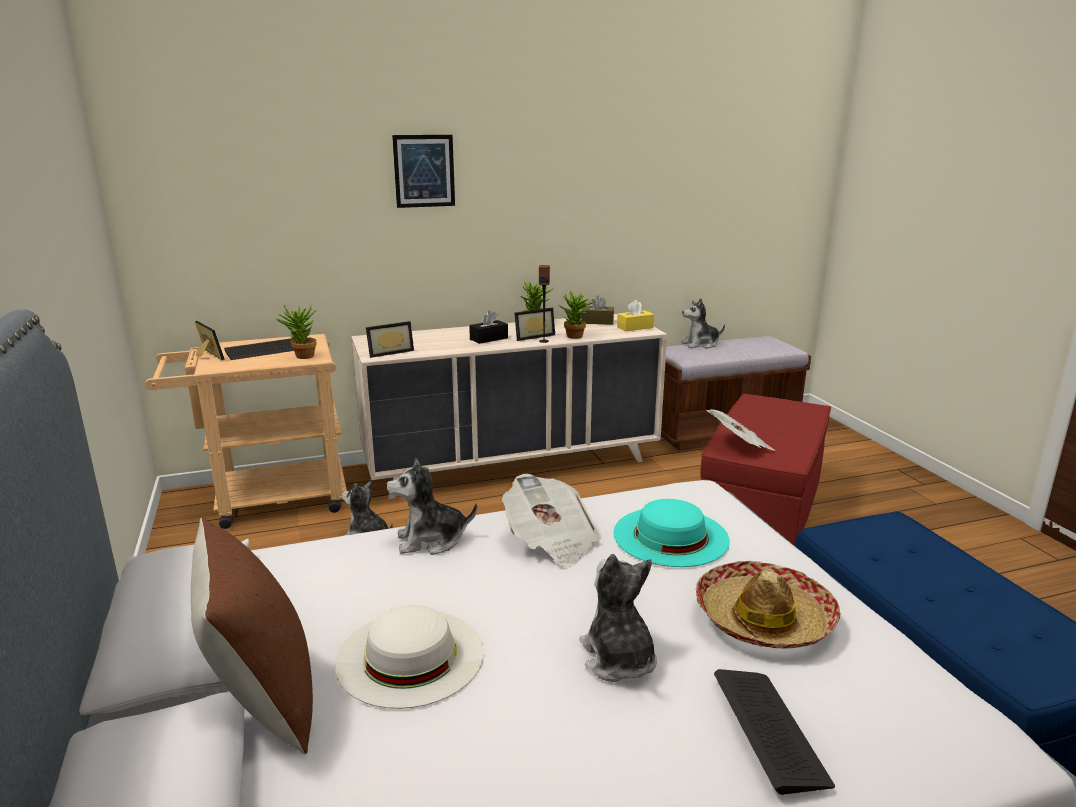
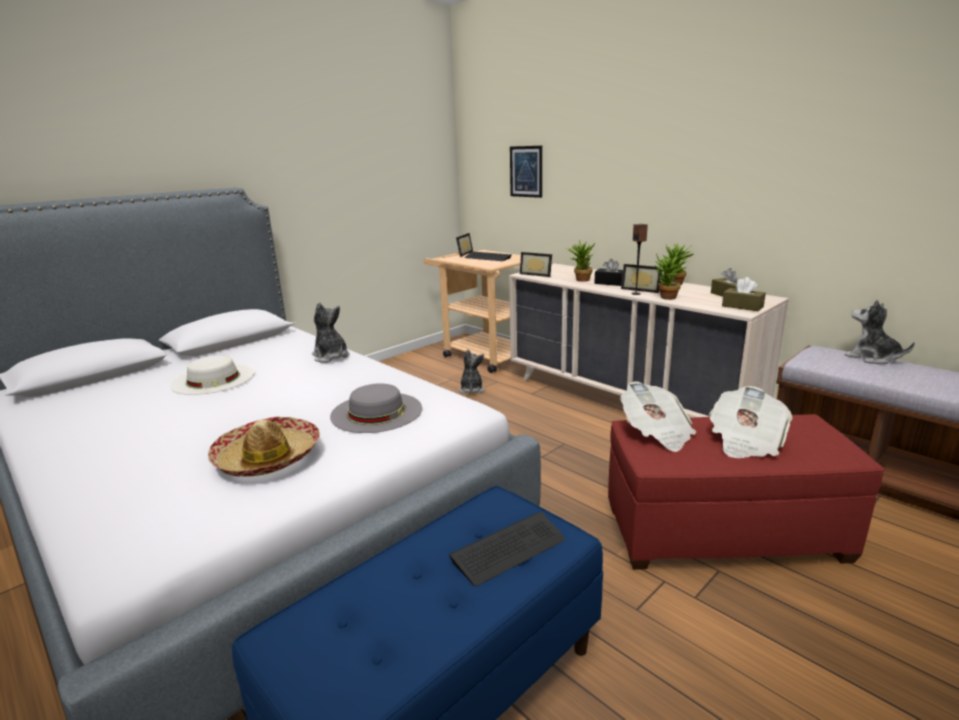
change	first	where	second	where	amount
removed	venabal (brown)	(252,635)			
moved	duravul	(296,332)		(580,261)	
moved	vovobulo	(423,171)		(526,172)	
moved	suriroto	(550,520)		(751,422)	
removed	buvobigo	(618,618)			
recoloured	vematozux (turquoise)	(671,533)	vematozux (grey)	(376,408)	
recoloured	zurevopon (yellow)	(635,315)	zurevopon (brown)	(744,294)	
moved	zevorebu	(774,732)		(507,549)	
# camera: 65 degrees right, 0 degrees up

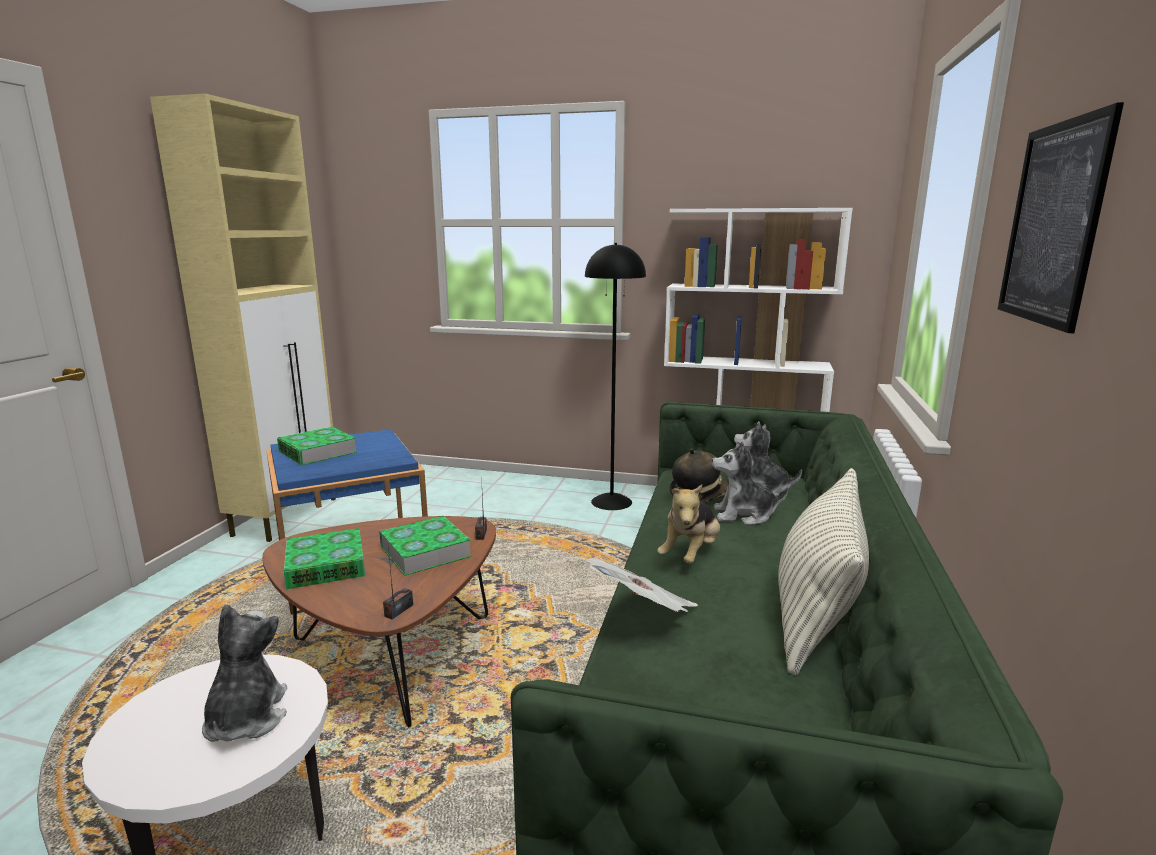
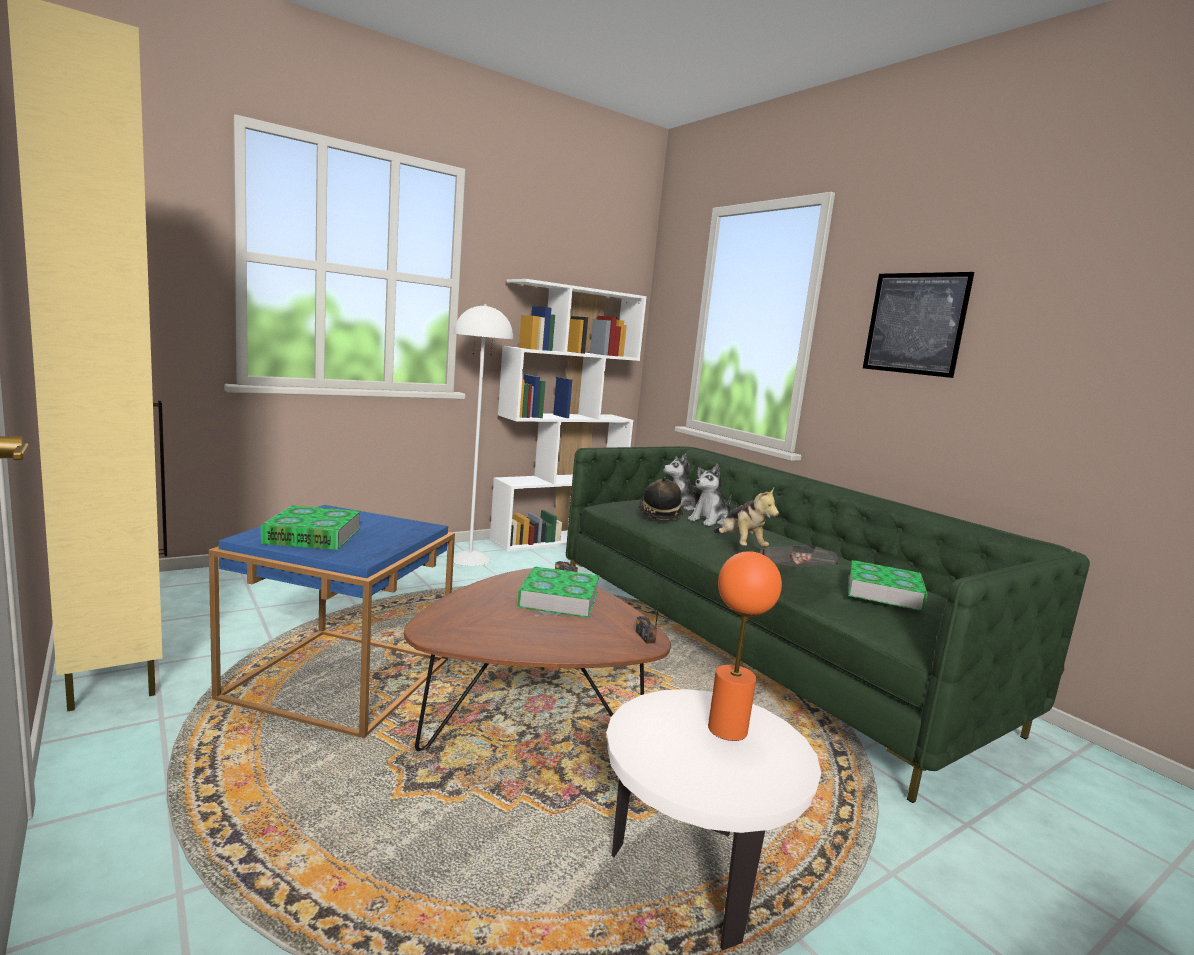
change	first	where	second	where	amount
replaced	buvobigo	(244,673)	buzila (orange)	(745,646)	
moved	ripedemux	(324,558)		(888,585)	
recoloured	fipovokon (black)	(615,376)	fipovokon (white)	(483,435)	
removed	venabal	(823,571)			
# camera: 50 degrees left, 5 degrees down

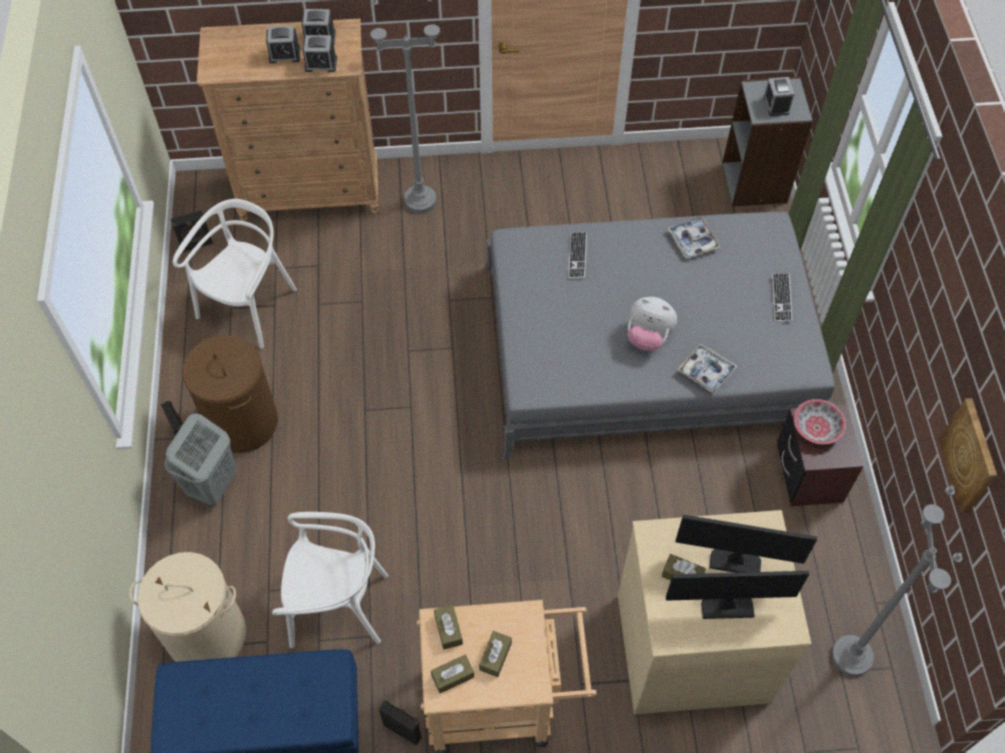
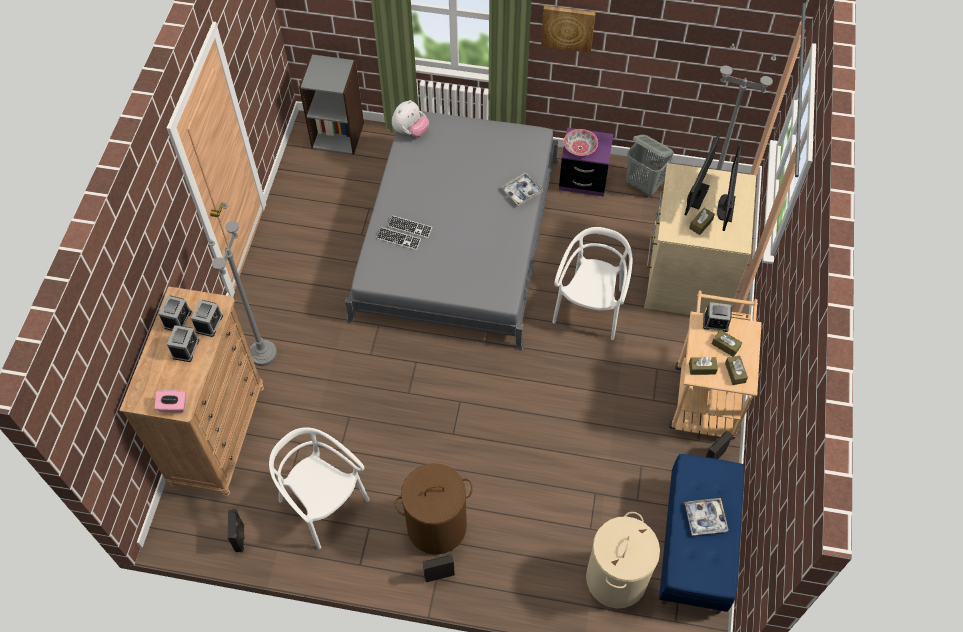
change	first	where	second	where	amount
moved	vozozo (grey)	(200,460)		(650,165)	
moved	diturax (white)	(330,580)		(592,283)	
moved	buvobigo	(652,324)		(410,118)	
moved	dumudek	(694,237)		(706,517)	
moved	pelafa	(778,96)		(717,317)	
moved	zevorebu	(782,297)		(410,226)	
recoloured	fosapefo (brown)	(820,455)	fosapefo (purple)	(586,162)	
moved	vovobulo	(968,455)		(568,29)	
added			zurevopon (pink)	(170,401)	
# camera: 75 degrees left, 0 degrees up

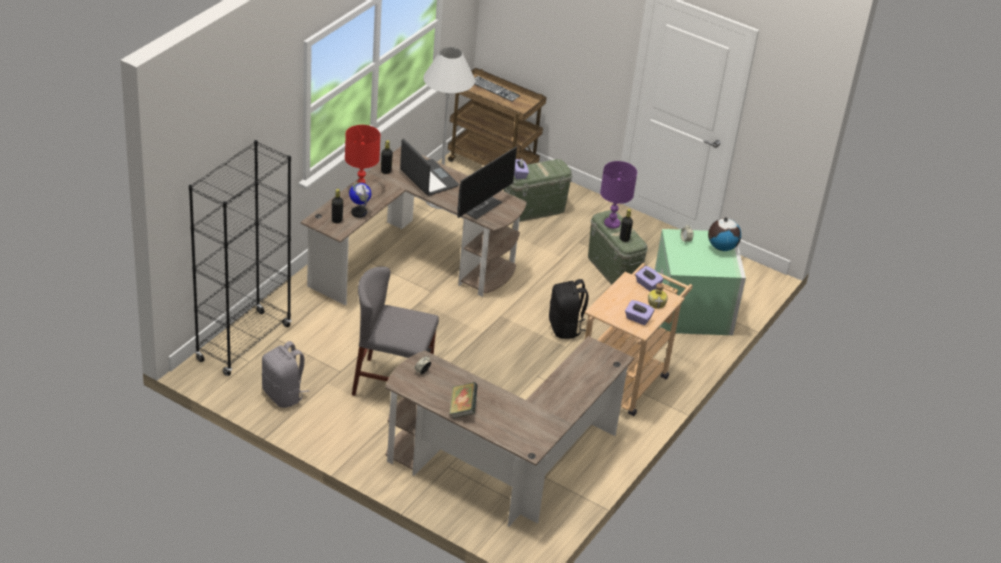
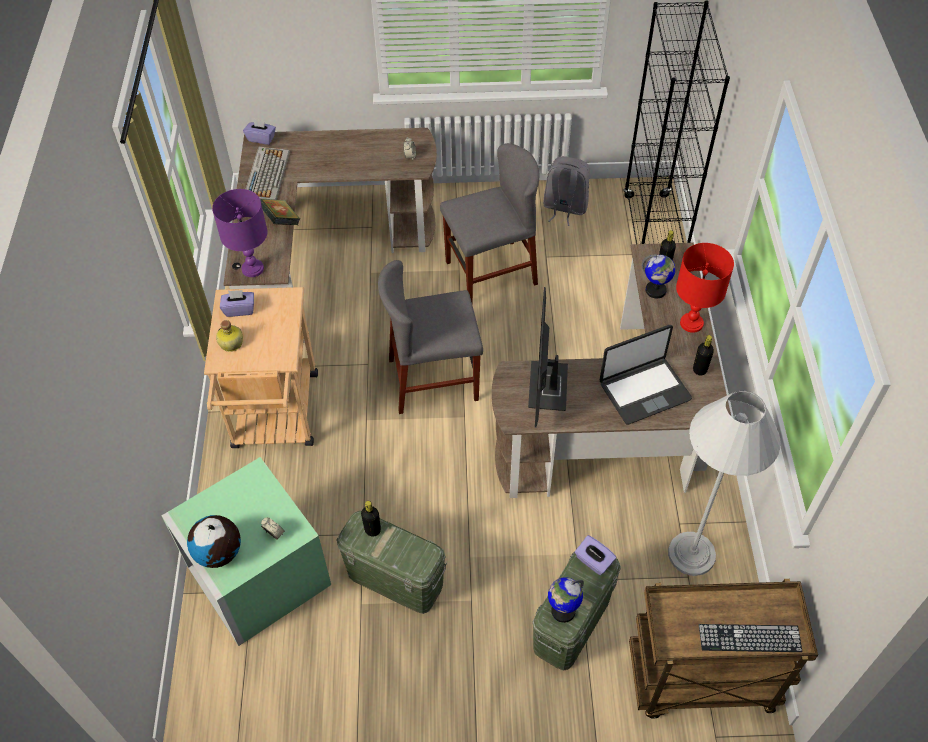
change	first	where	second	where	amount
turned	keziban	(429,167)		(646,375)	45 degrees counterclockwise
moved	ripedemux	(464,400)		(280,212)	
removed	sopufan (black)	(569,309)			
moved	buzila (purple)	(618,195)		(240,233)	
moved	zurevopon (purple)	(649,278)		(259,132)	
added			zevorebu	(268,173)	
added			diturax (grey)	(430,337)	
added			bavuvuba	(566,600)	
# camera: 150 degrees right, 15 degrees up

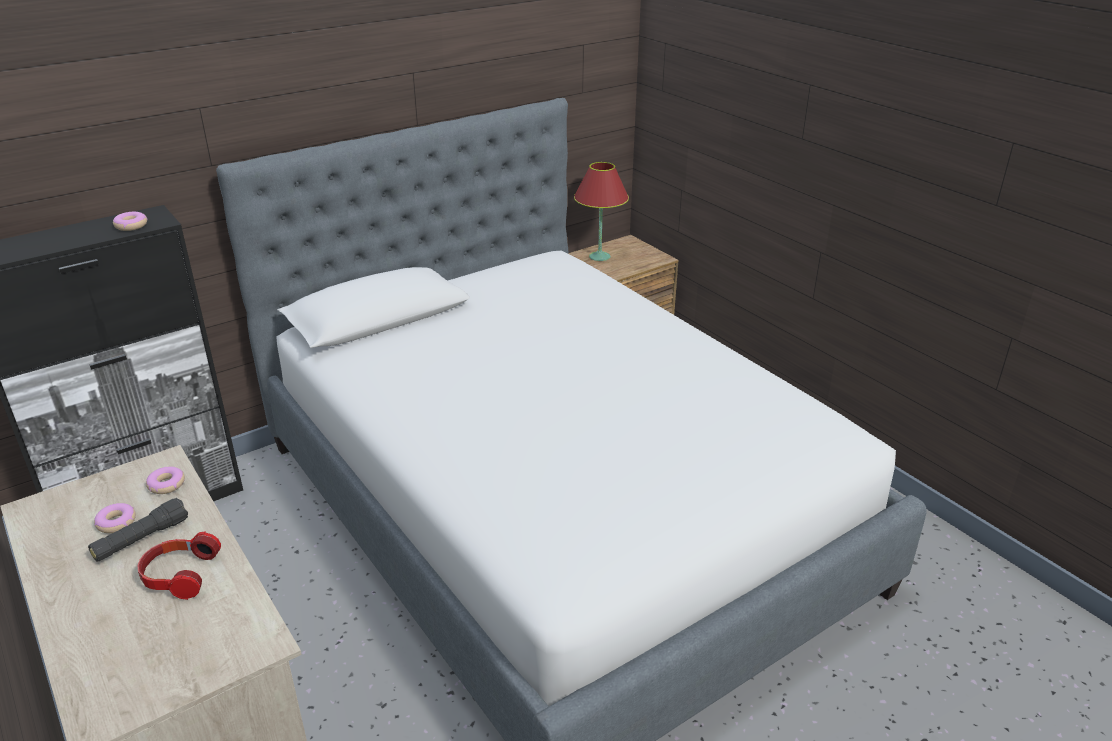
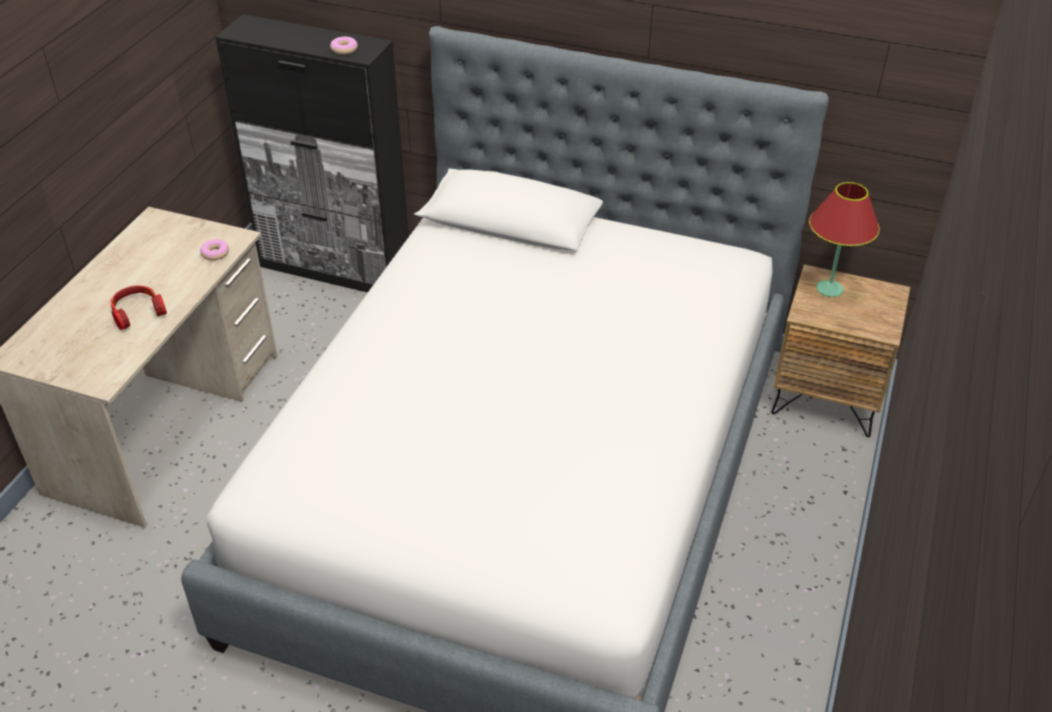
change	first	where	second	where	amount
removed	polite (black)	(138,530)			
removed	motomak	(115,518)			
# camera: 55 degrees right, 10 degrees up

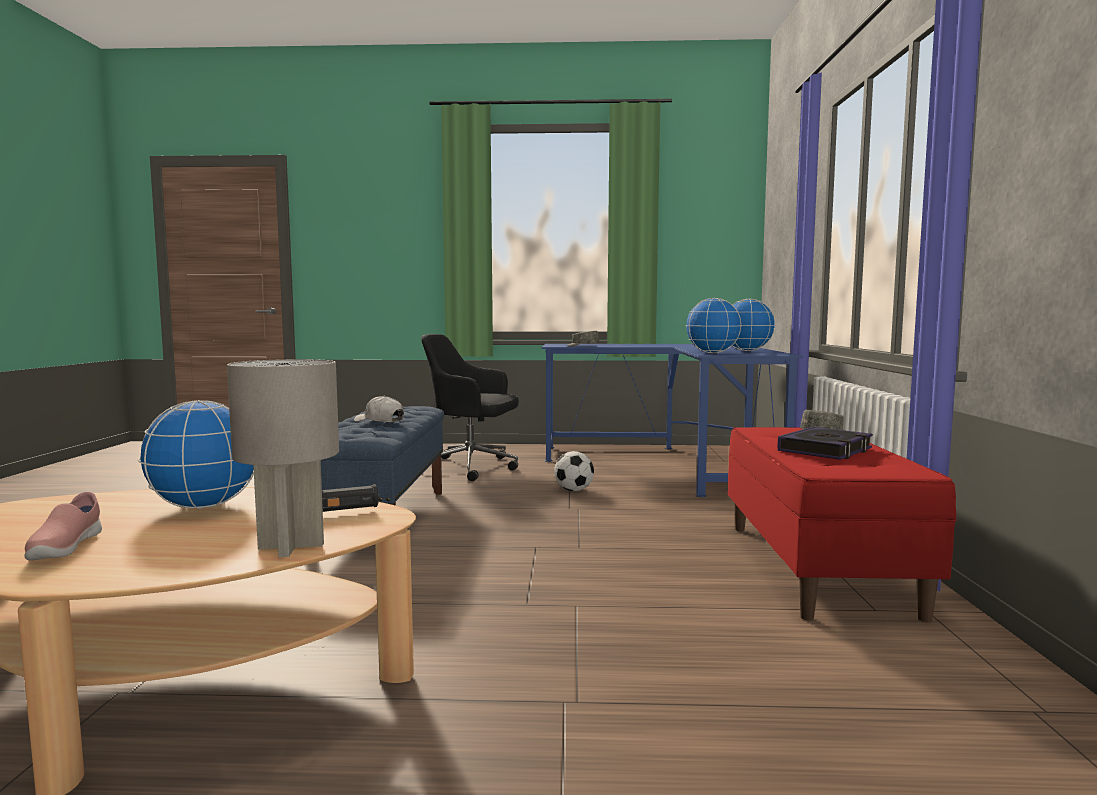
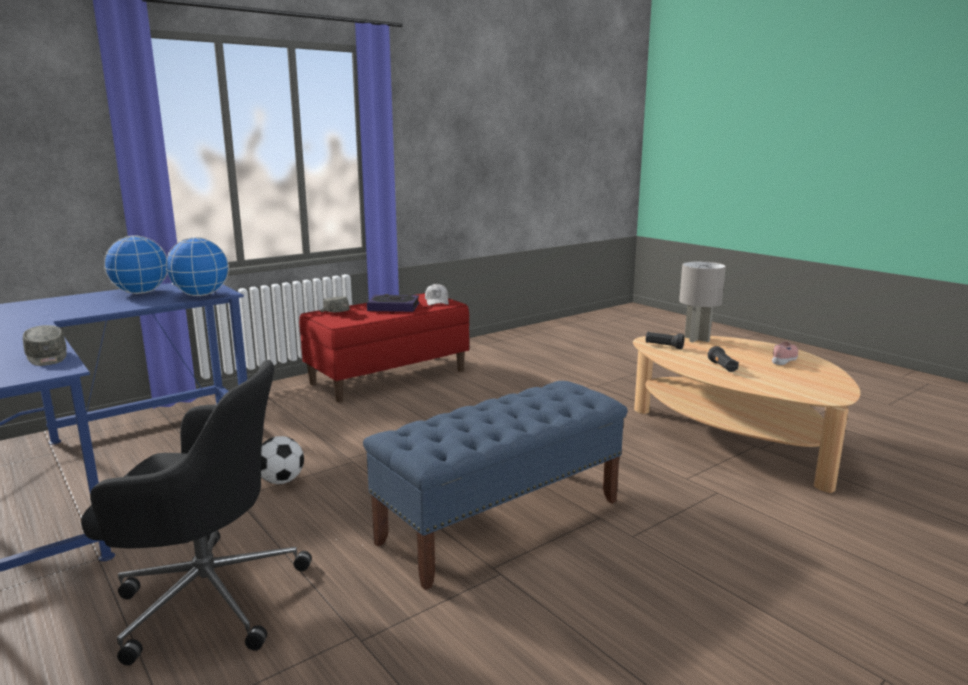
change	first	where	second	where	amount
replaced	bavuvuba	(196,454)	polite (black)	(723,359)	
moved	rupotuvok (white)	(379,409)		(437,294)	
turned	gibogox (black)	(470,407)		(196,512)	60 degrees counterclockwise
# camera: 130 degrees left, 10 degrees up

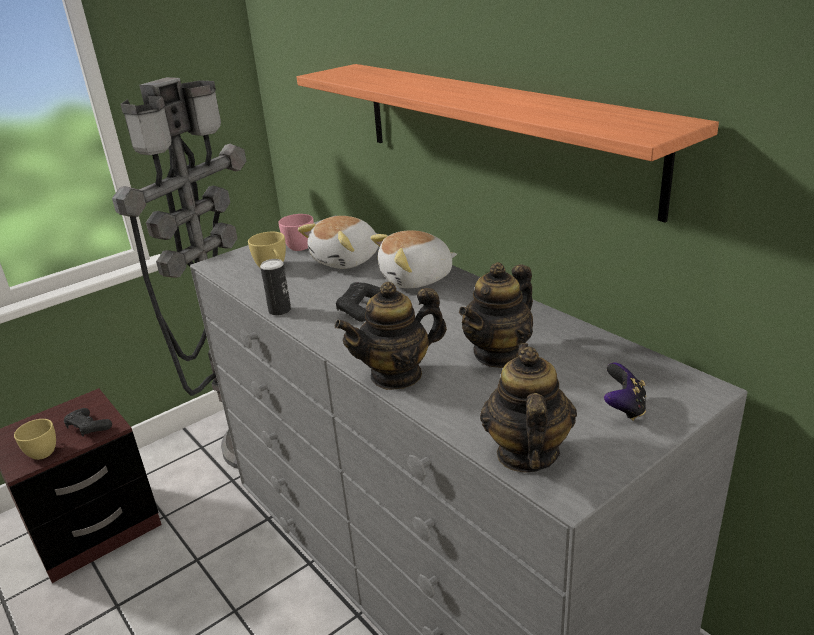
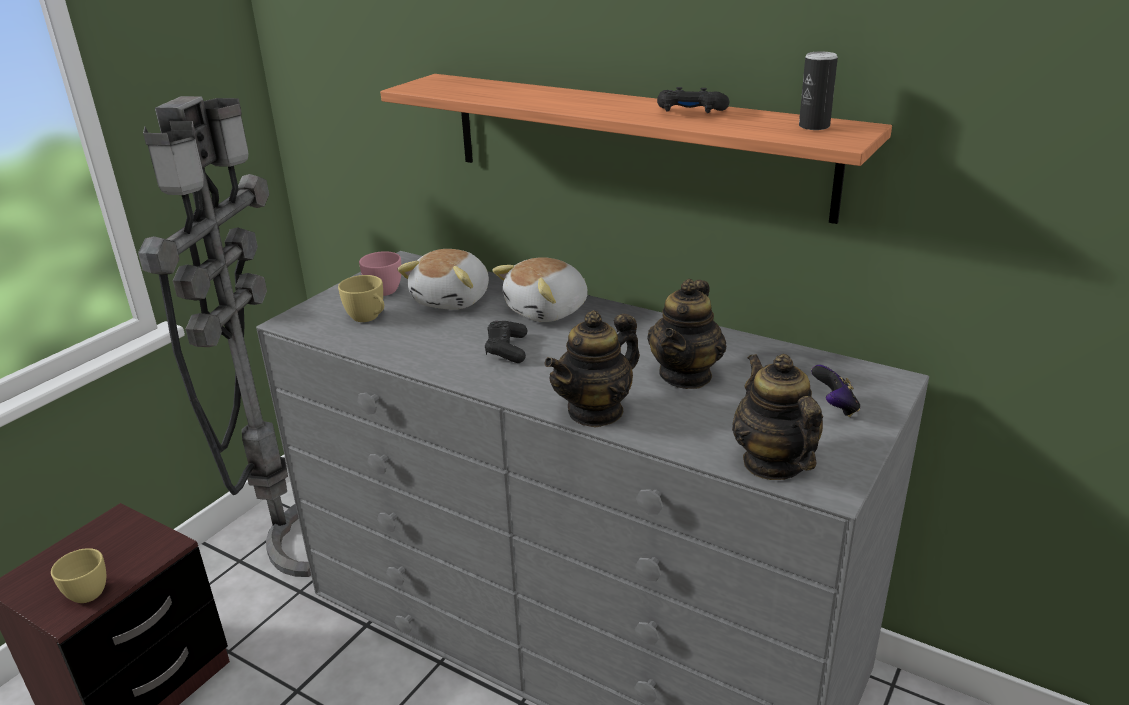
change	first	where	second	where	amount
moved	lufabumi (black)	(88,422)		(693,100)	
moved	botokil	(275,287)		(818,91)	
# camera: 20 degrees left, 0 degrees up

